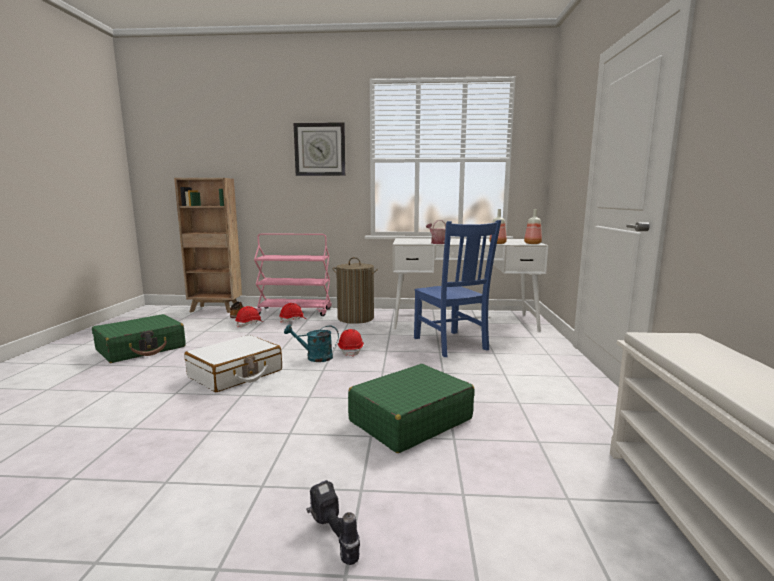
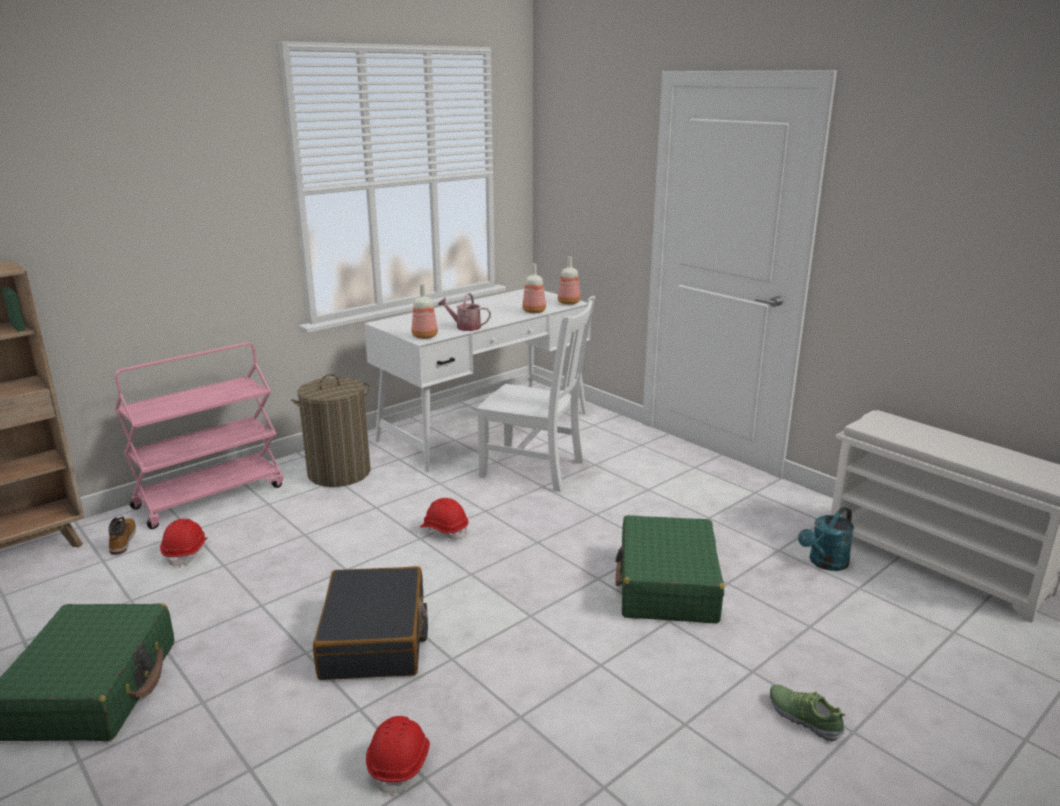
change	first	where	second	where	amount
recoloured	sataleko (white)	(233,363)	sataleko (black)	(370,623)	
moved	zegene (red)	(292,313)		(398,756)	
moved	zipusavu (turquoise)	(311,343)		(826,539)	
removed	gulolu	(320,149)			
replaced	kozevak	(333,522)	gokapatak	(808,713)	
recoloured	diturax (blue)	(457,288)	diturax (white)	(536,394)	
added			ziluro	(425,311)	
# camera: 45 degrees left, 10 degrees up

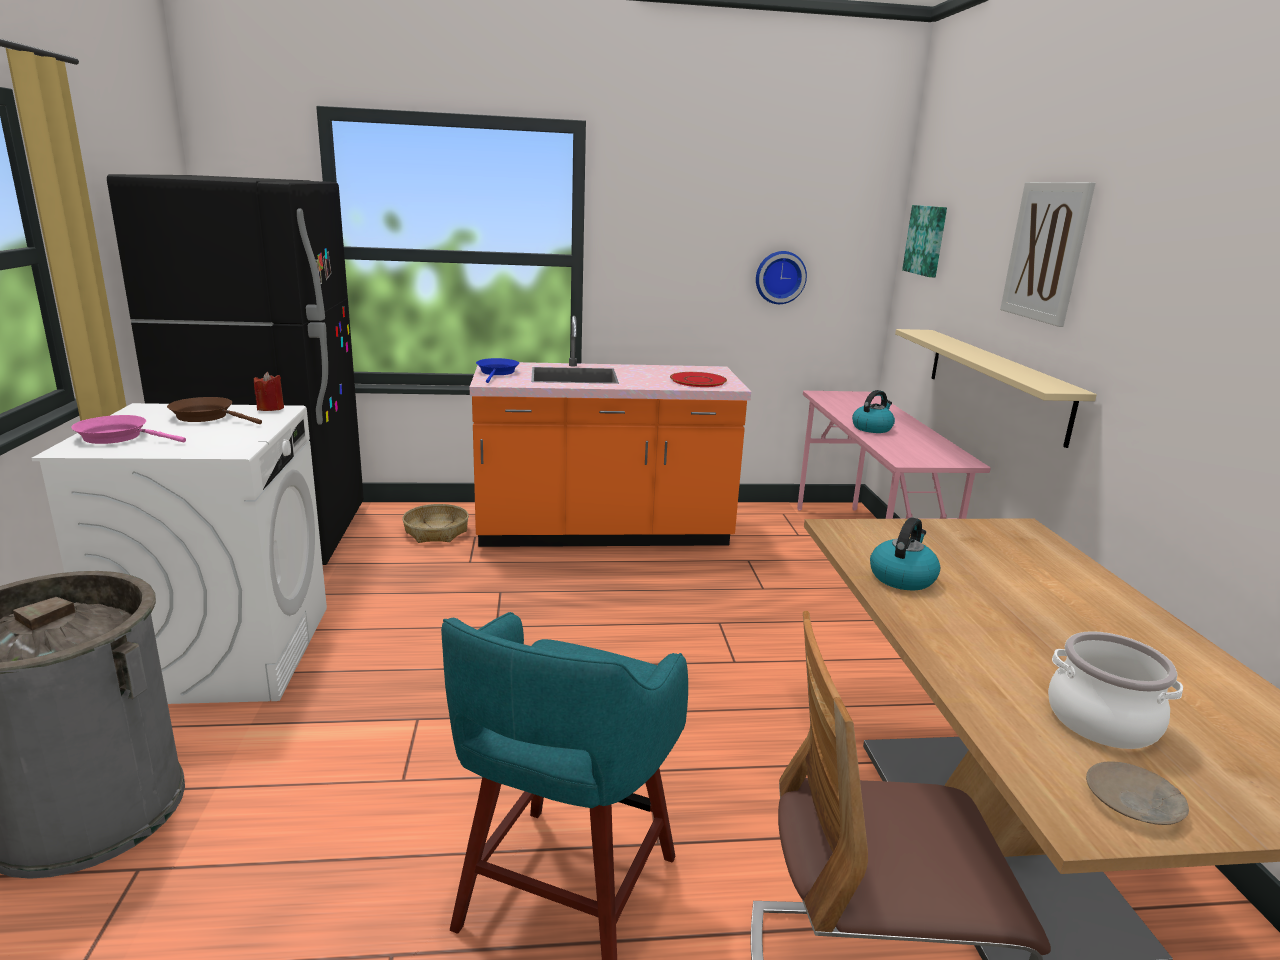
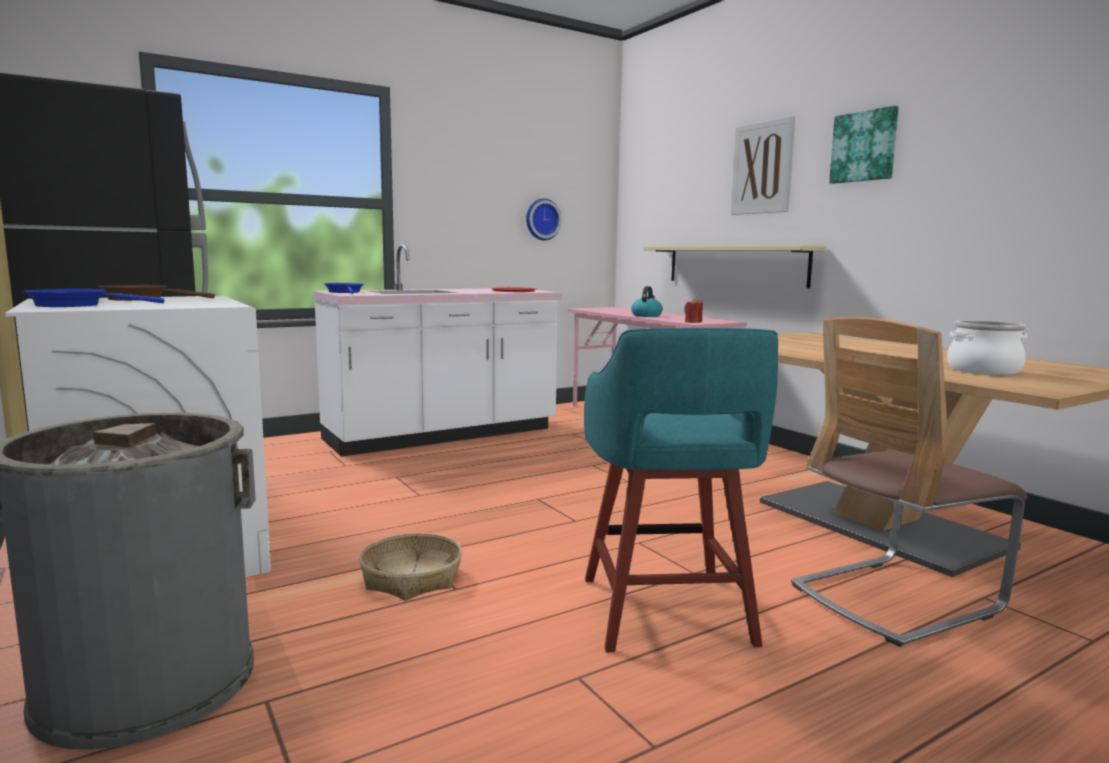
change	first	where	second	where	amount
recoloured	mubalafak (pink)	(128,429)	mubalafak (blue)	(93,298)	
moved	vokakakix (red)	(269,391)		(693,310)	
moved	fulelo	(435,523)		(410,567)	
recoloured	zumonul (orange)	(610,431)	zumonul (white)	(437,350)	
removed	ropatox	(905,553)			
moved	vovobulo	(924,241)		(864,145)	
removed	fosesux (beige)	(1137,793)			
# camera: 25 degrees left, 10 degrees down

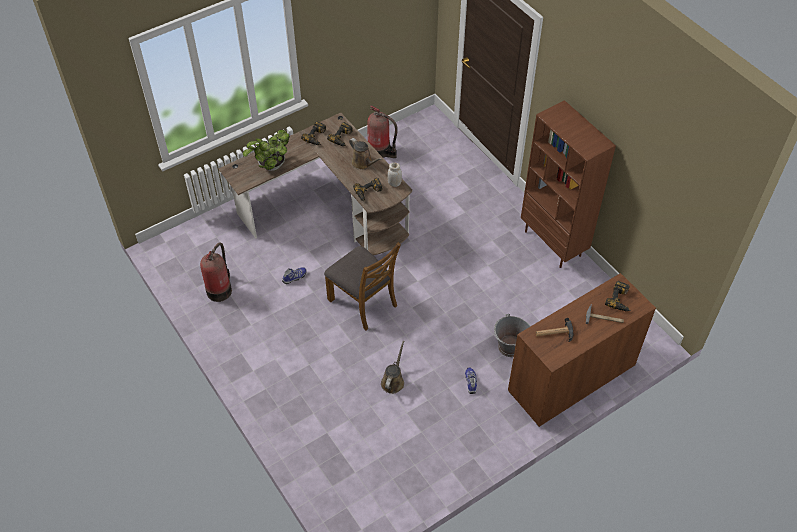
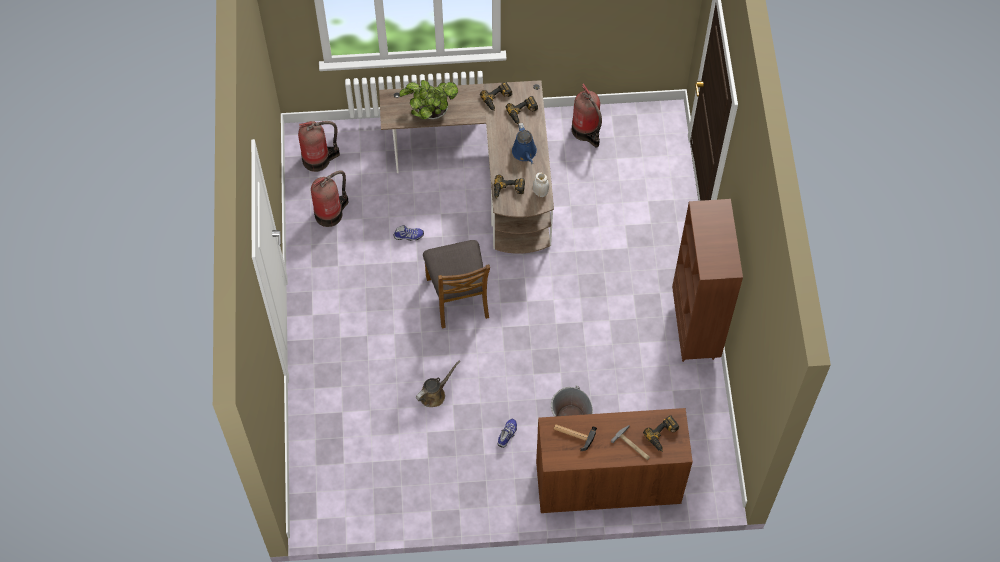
change	first	where	second	where	amount
recoloured	zipusavu (brown)	(365,154)	zipusavu (blue)	(524,143)	
added			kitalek	(319,146)	
# camera: 30 degrees right, 10 degrees up

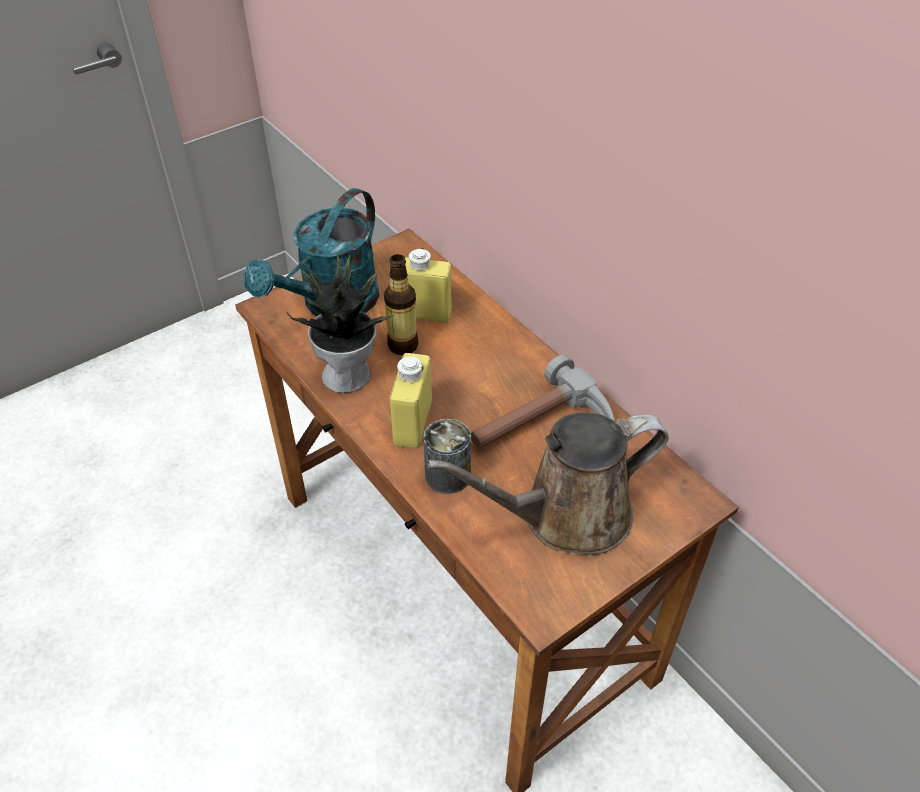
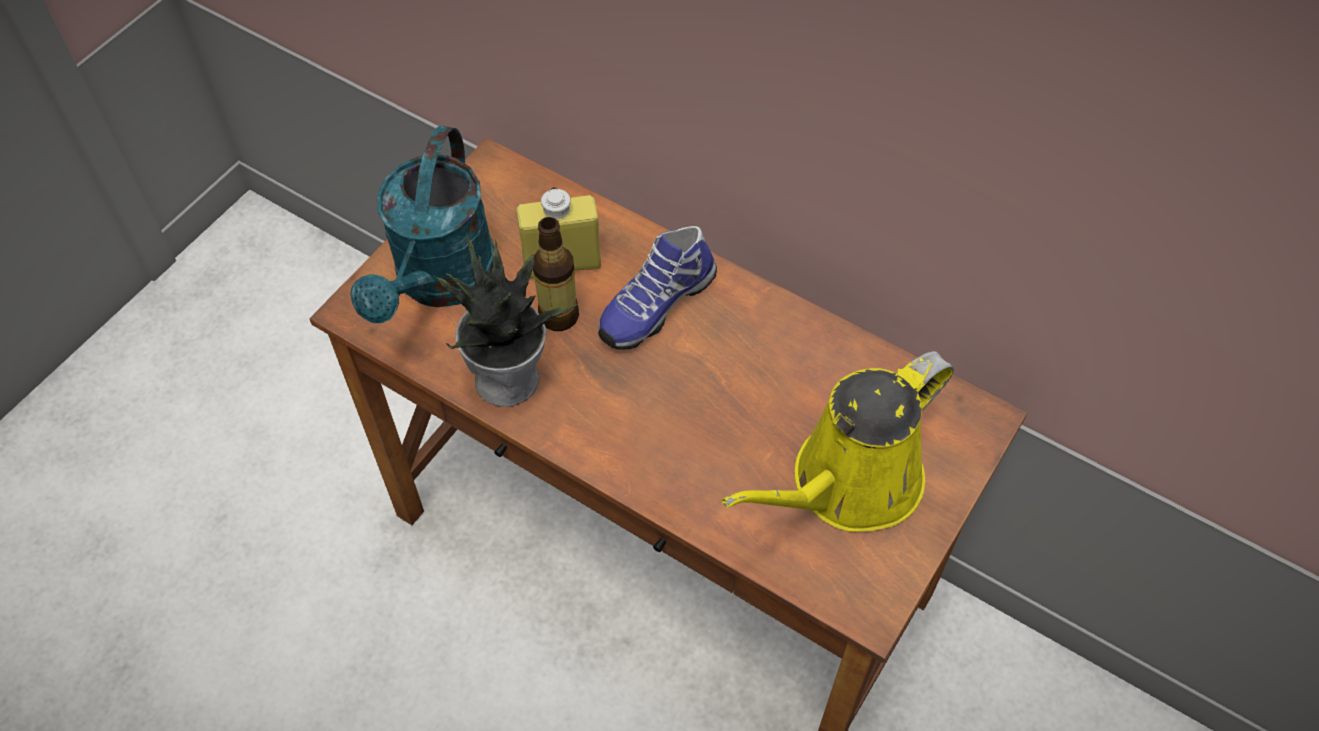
change	first	where	second	where	amount
removed	ziluro (yellow)	(411,400)			
removed	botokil	(447,456)			
recoloured	zipusavu (brown)	(548,483)	zipusavu (yellow)	(837,441)	
removed	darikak	(543,401)			
added			gokapatak	(657,288)	
# camera: 20 degrees left, 10 degrees up

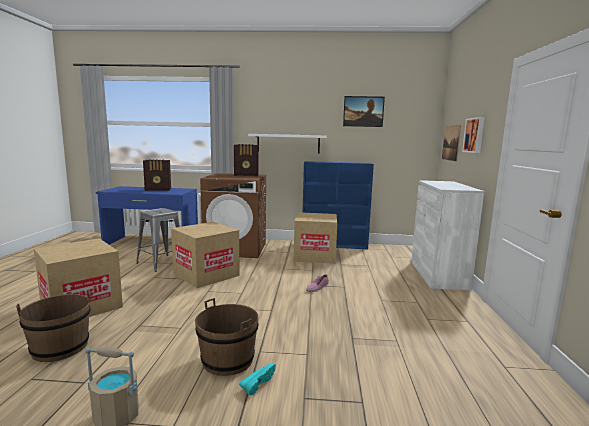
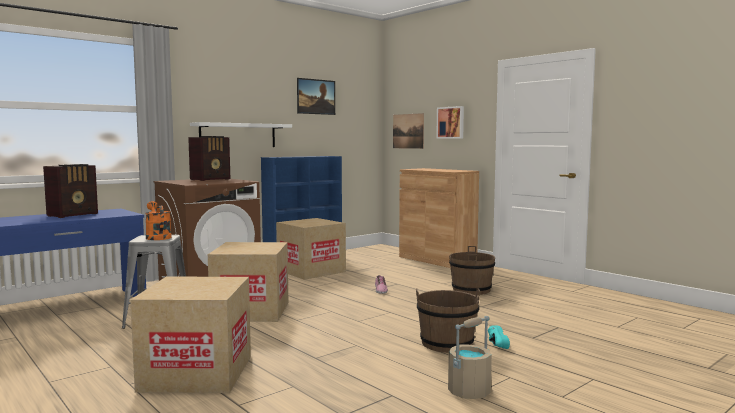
change	first	where	second	where	amount
moved	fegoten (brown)	(53,326)		(472,270)	
recoloured	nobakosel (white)	(447,235)	nobakosel (brown)	(439,218)	
added			zipusavu (orange)	(159,220)	
# camera: 45 degrees left, 5 degrees down

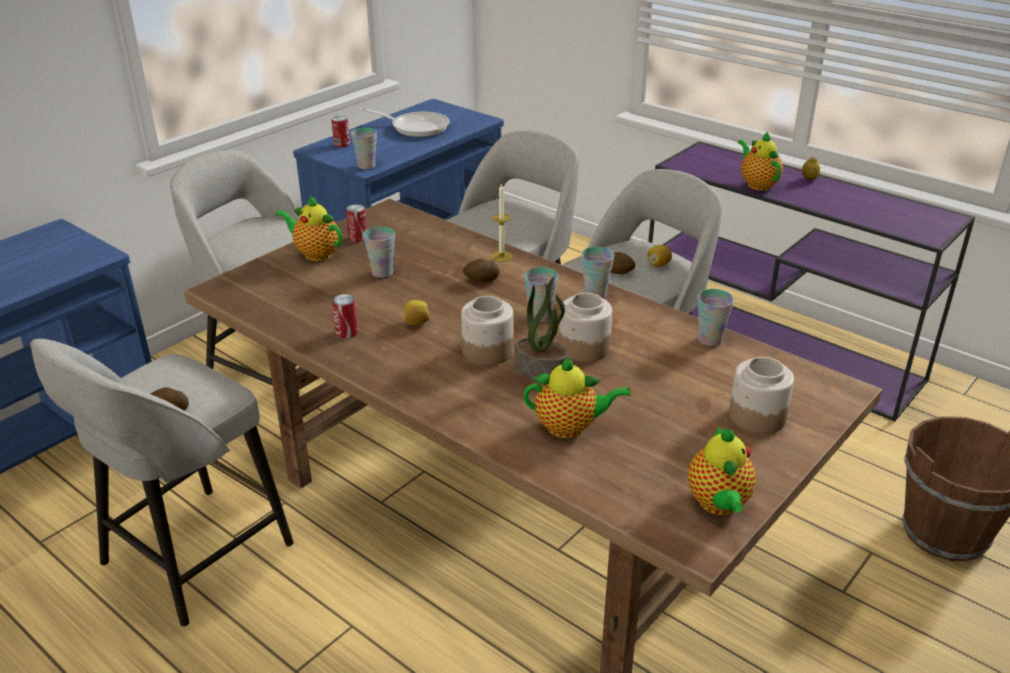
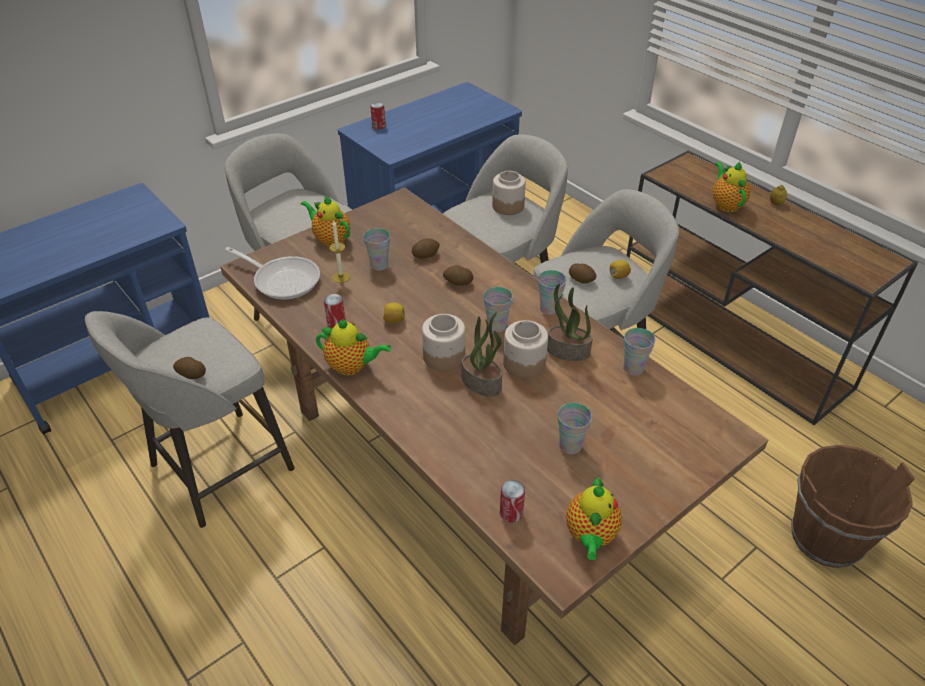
change	first	where	second	where	amount
moved	botokil	(356,223)		(512,501)	
moved	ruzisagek	(364,148)		(575,428)	
moved	mubalafak	(404,122)		(272,273)	
moved	vokakakix	(501,223)		(339,251)	
moved	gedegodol	(577,397)		(353,347)	
recoloured	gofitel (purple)	(811,281)	gofitel (brown)	(772,288)	
moved	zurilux	(761,395)		(509,193)	
added			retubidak	(426,248)	
added			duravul	(570,322)	
# camera: 10 degrees right, 10 degrees up

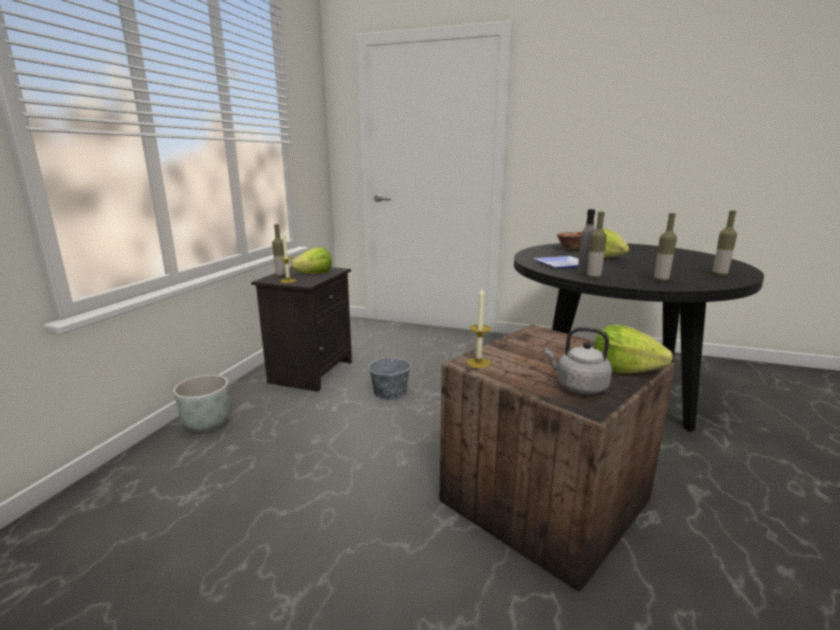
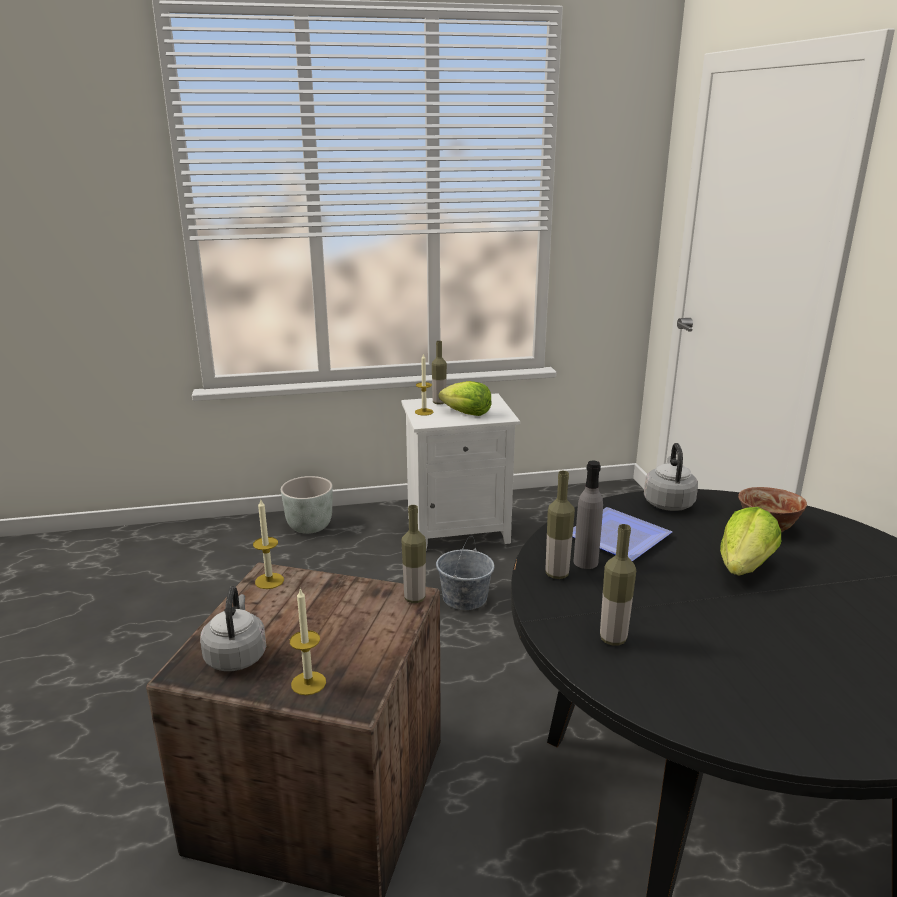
change	first	where	second	where	amount
recoloured	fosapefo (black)	(301,329)	fosapefo (white)	(460,471)	
replaced	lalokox	(633,348)	vokakakix	(308,642)	
moved	ziluro	(725,243)		(413,554)	
added			ropatox (grey)	(671,477)	
# camera: 60 degrees right, 5 degrees up

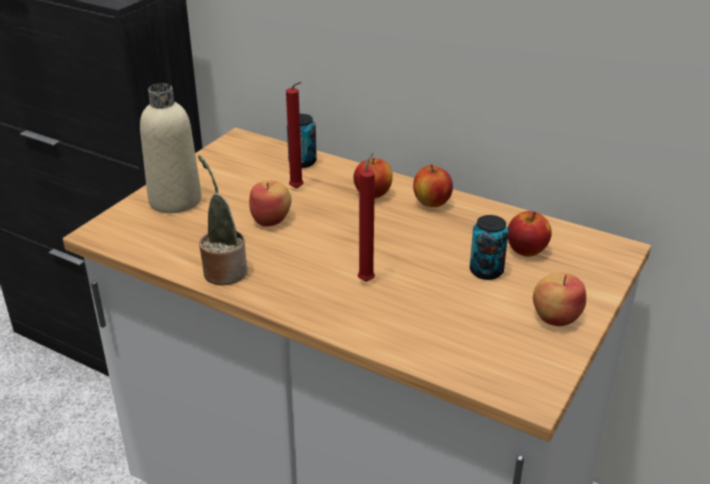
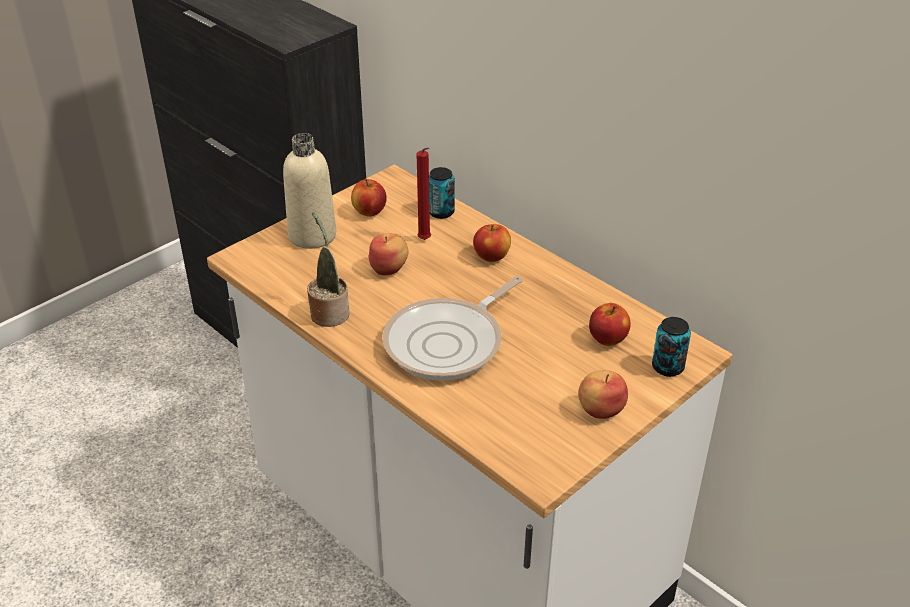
change	first	where	second	where	amount
replaced	vokakakix (red)	(366,217)	mubalafak	(452,328)	
moved	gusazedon	(433,185)		(369,197)	
moved	botokil	(489,247)		(671,347)	
# camera: 15 degrees right, 5 degrees up

